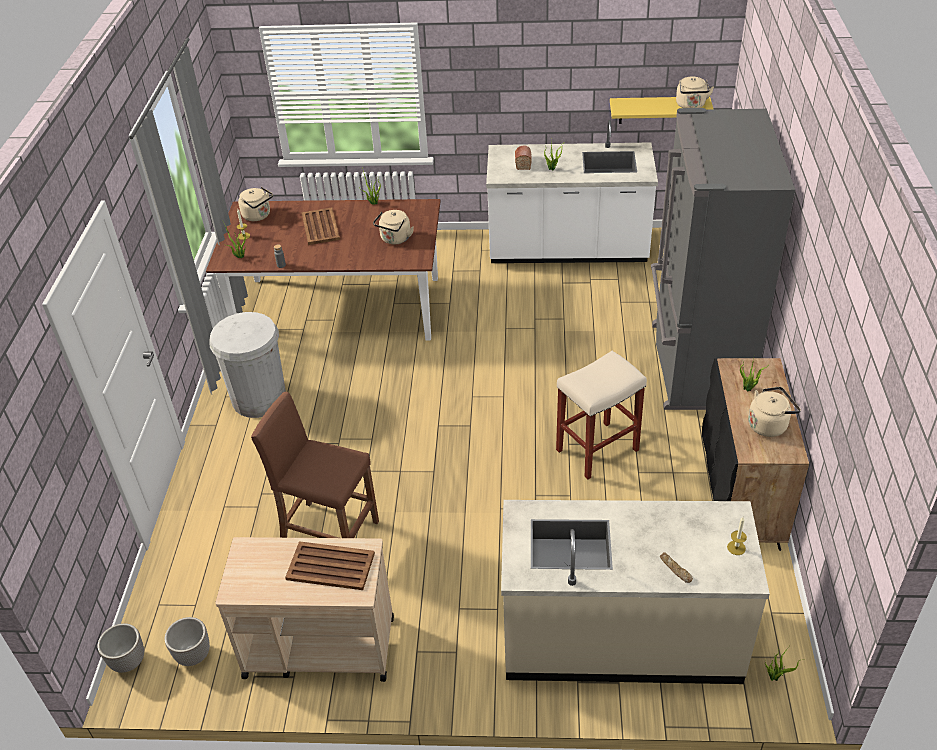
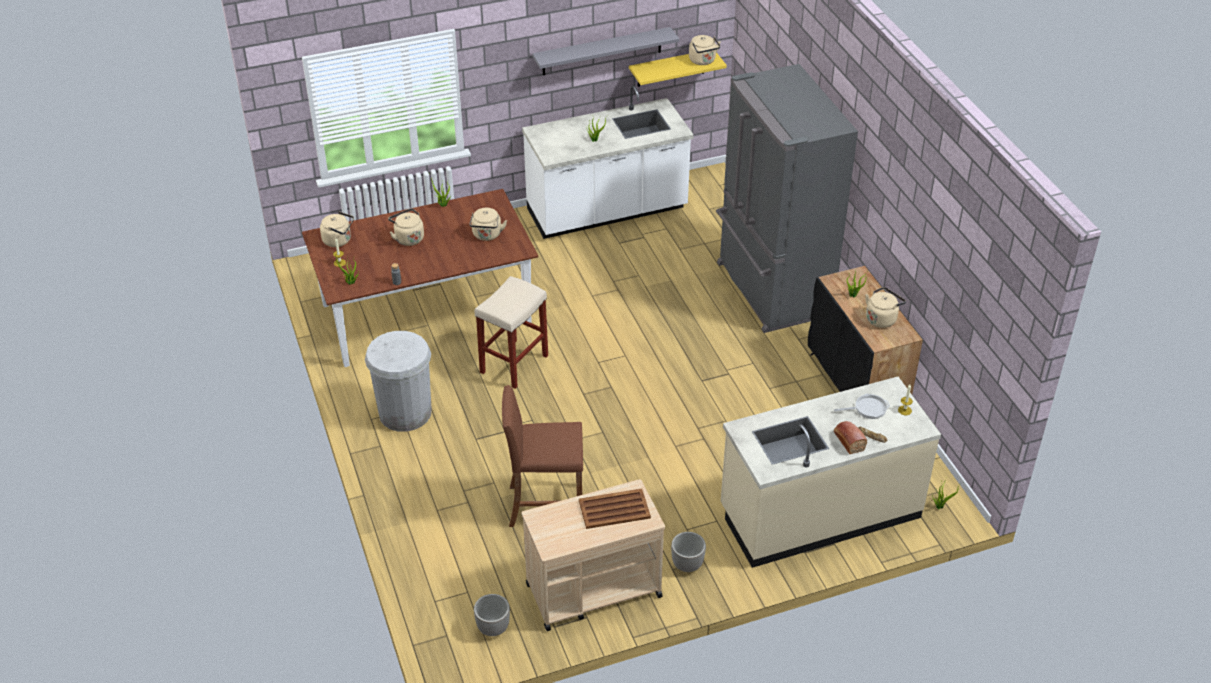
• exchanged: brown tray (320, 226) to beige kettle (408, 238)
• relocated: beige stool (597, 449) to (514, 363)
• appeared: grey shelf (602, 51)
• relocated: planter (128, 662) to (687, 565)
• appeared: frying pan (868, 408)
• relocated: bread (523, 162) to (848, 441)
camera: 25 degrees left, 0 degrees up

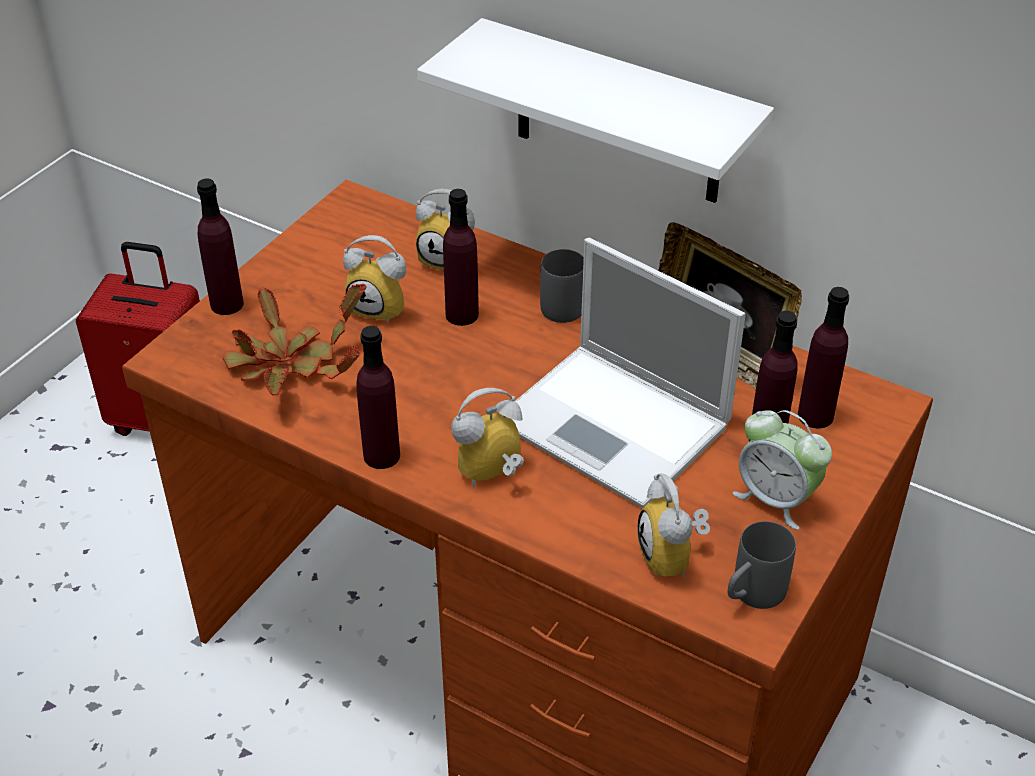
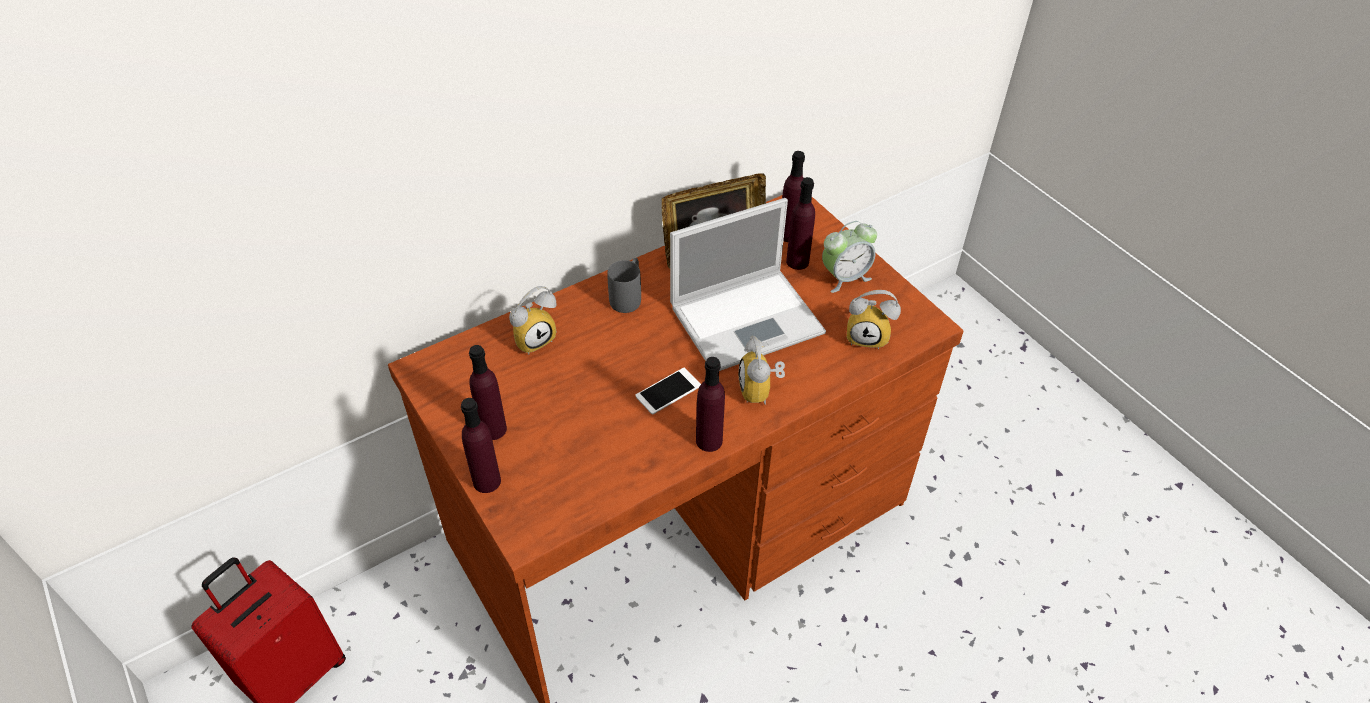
• relocated: purple bottle (462, 314) to (493, 429)
• appeared: phone (668, 391)
• missing: potted plant (289, 365)
• missing: alarm clock (382, 307)
• missing: white shelf (618, 114)
• missing: grey mug (751, 595)
camera: 65 degrees left, 5 degrees up

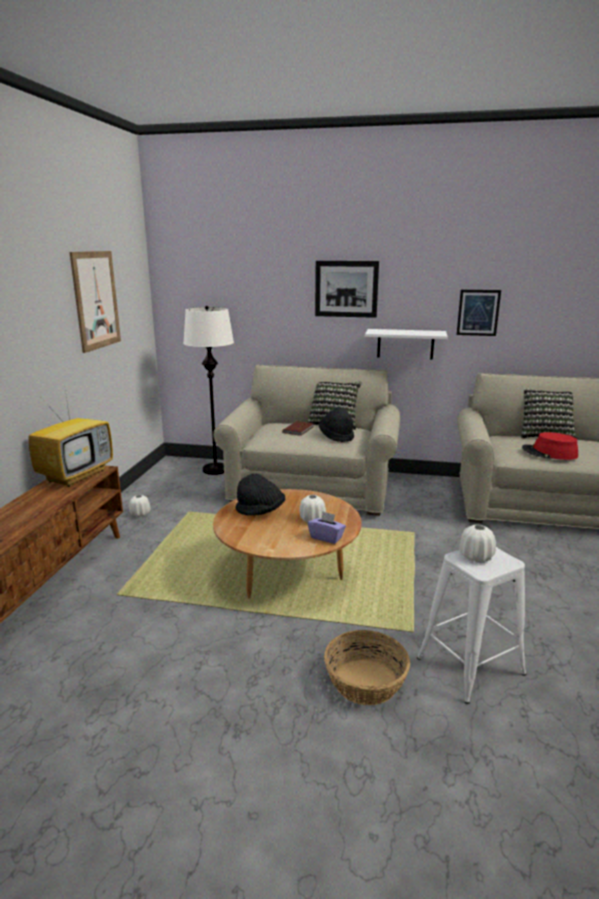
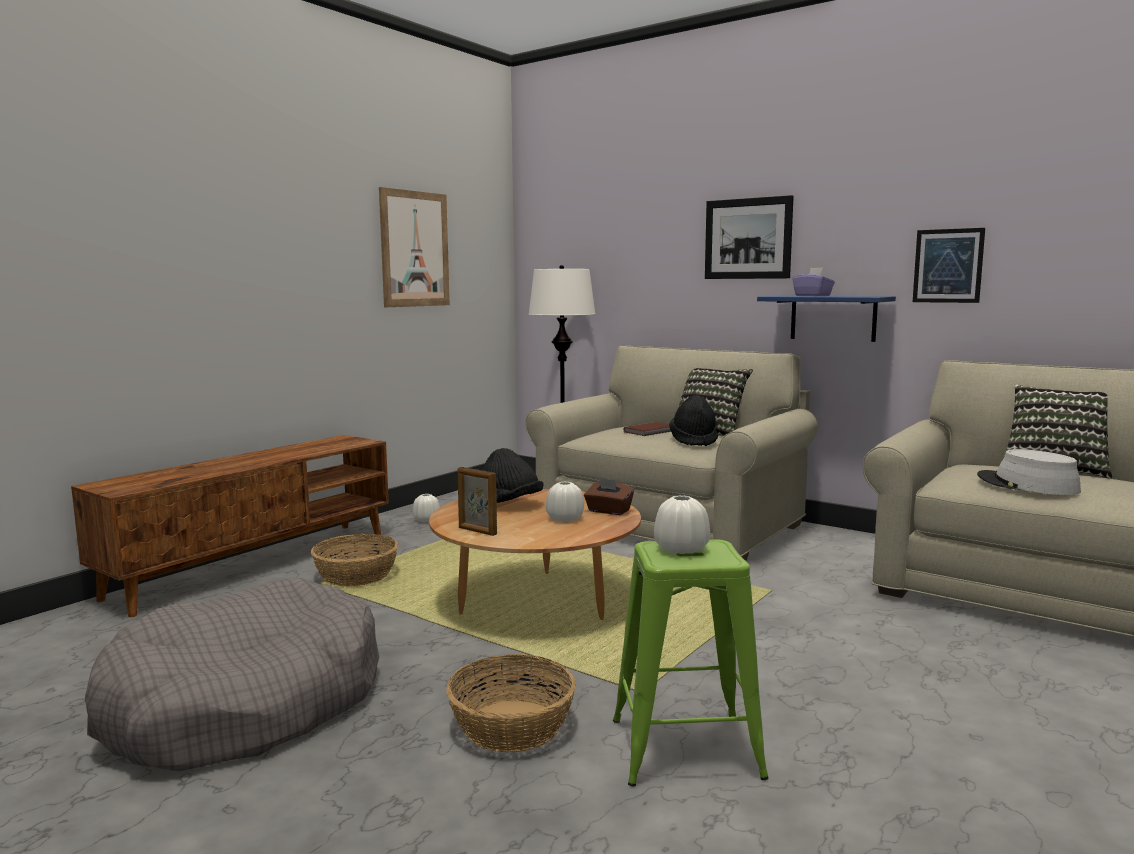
• appeared: grey dog bed (244, 704)
• appeared: basket (356, 575)
• appeared: picture frame (477, 531)
• appeared: brown tissue box (608, 511)
• colour: white stool (469, 666) to green stool (684, 748)
• colour: white shelf (405, 344) to blue shelf (833, 318)
• relocated: purple tissue box (326, 537) to (813, 296)
• colour: red hat (549, 453) to grey hat (1027, 485)
• missing: television (77, 475)
camera: 25 degrees right, 10 degrees down

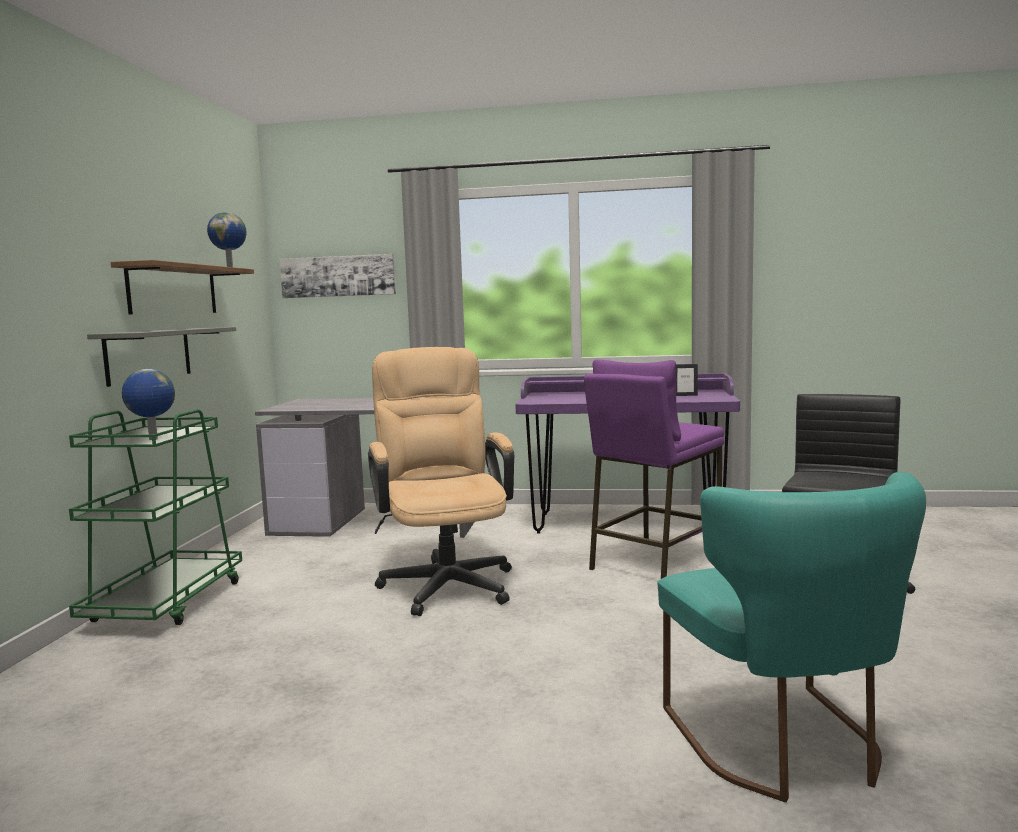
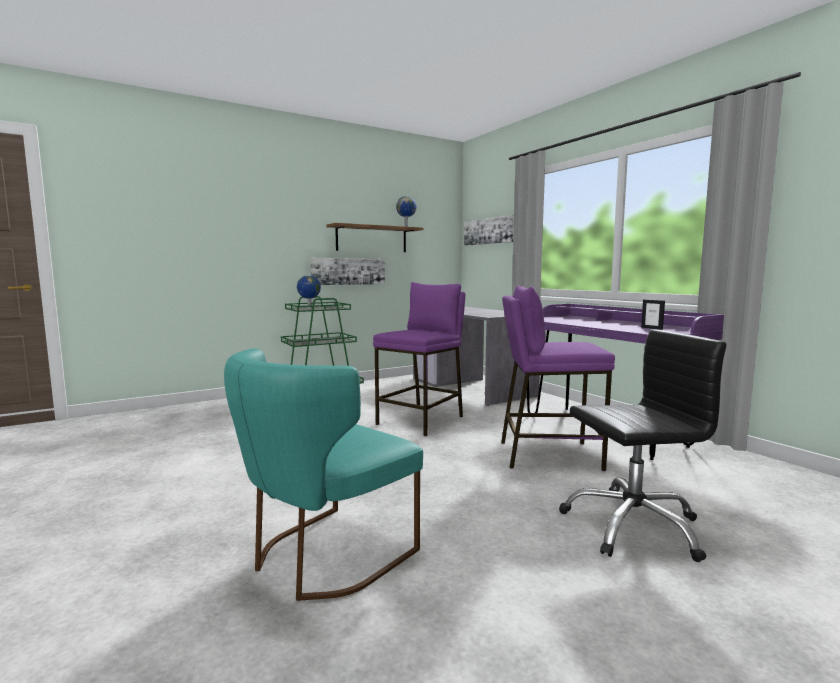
• exchanged: grey shelf (149, 355) to picture (348, 271)
• exchanged: beige office chair (446, 581) to purple stool (421, 420)
camera: 50 degrees right, 0 degrees up

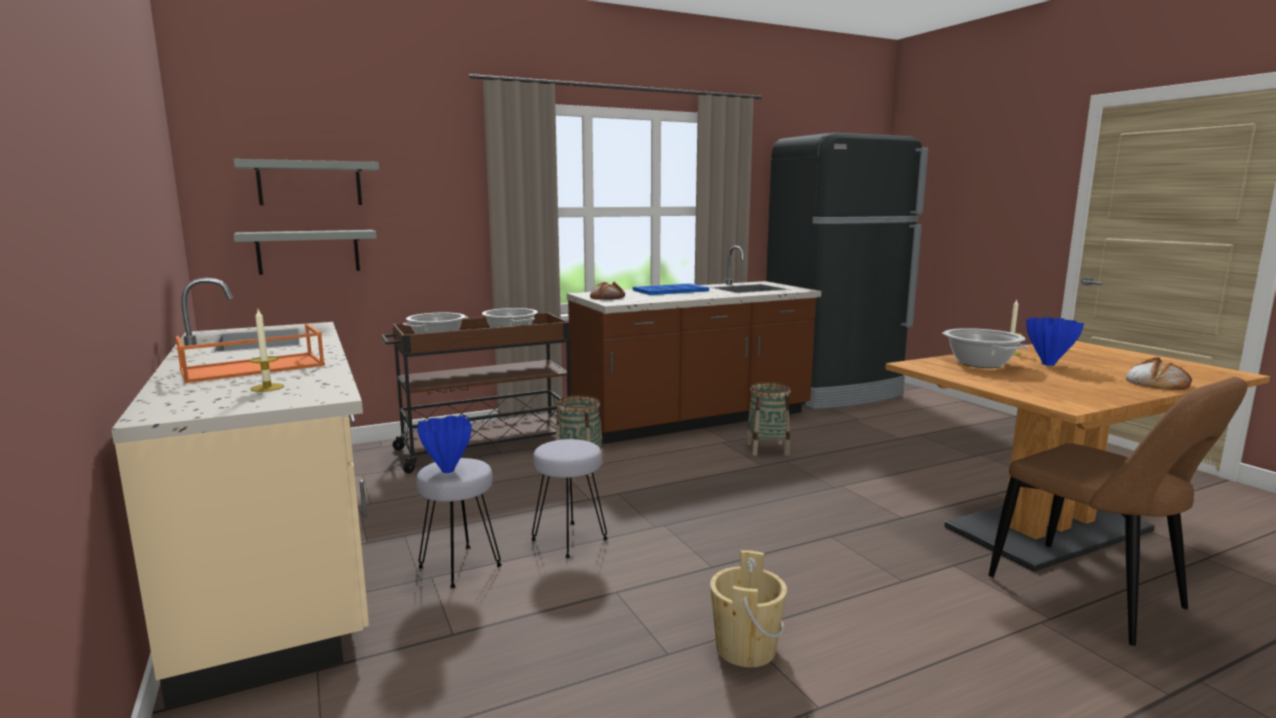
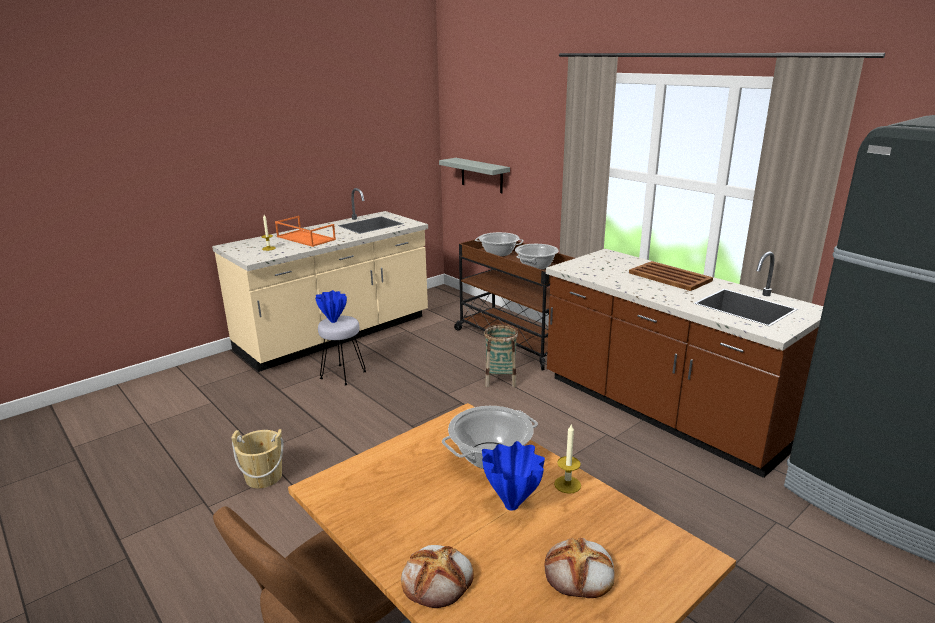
• relocated: bread (607, 297) to (580, 573)
• colour: blue tray (671, 290) to brown tray (670, 277)
• missing: grey shelf (310, 183)
• missing: grey stool (569, 539)
• missing: basket (767, 449)
camera: 75 degrees right, 10 degrees up

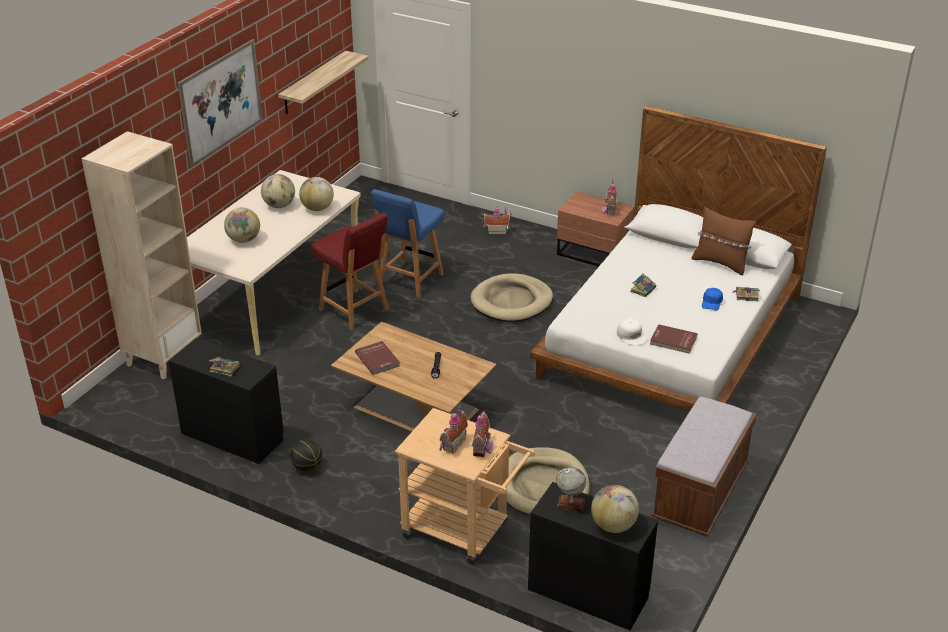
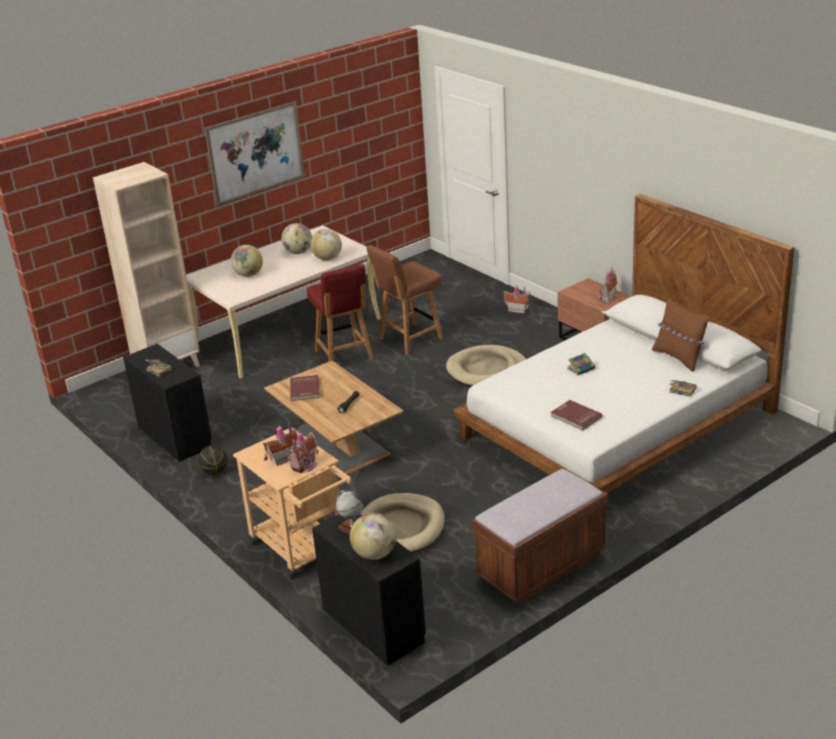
• colour: blue chair (409, 280) to brown chair (409, 339)
• missing: shelf (313, 83)
• missing: white cap (632, 335)
• missing: blue cap (712, 302)
camera: 25 degrees right, 5 degrees down

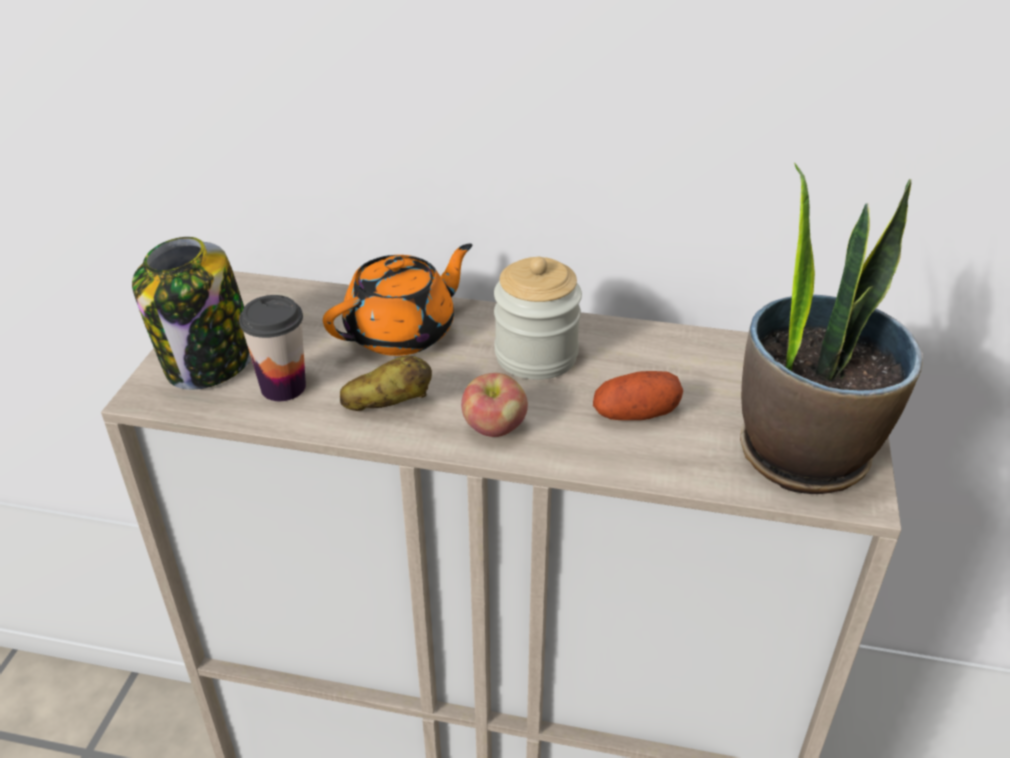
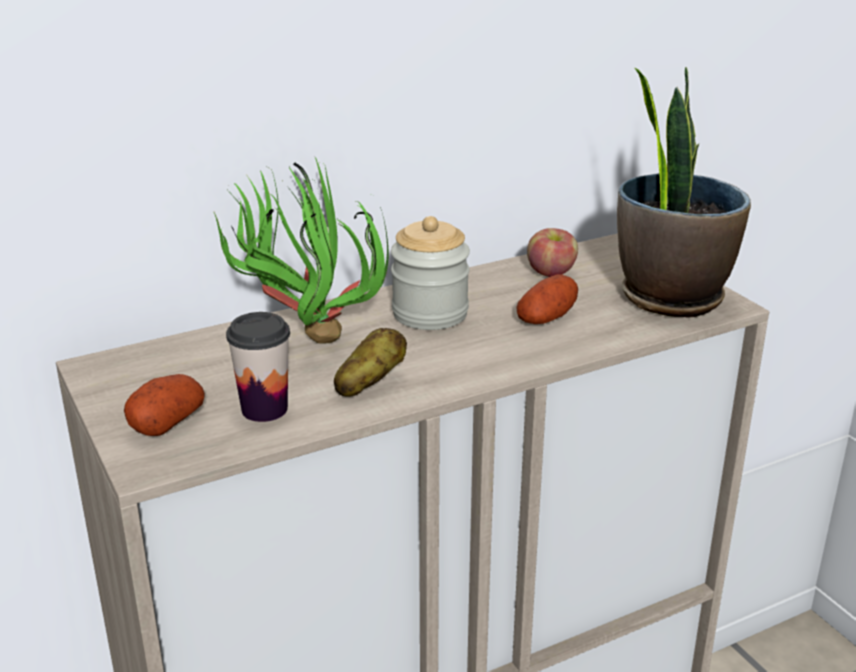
• exchanged: jar (208, 363) to potato (167, 422)
• exchanged: orange teapot (403, 332) to potted plant (305, 338)
• relocated: apple (494, 428) to (551, 273)
camera: 40 degrees left, 10 degrees down

